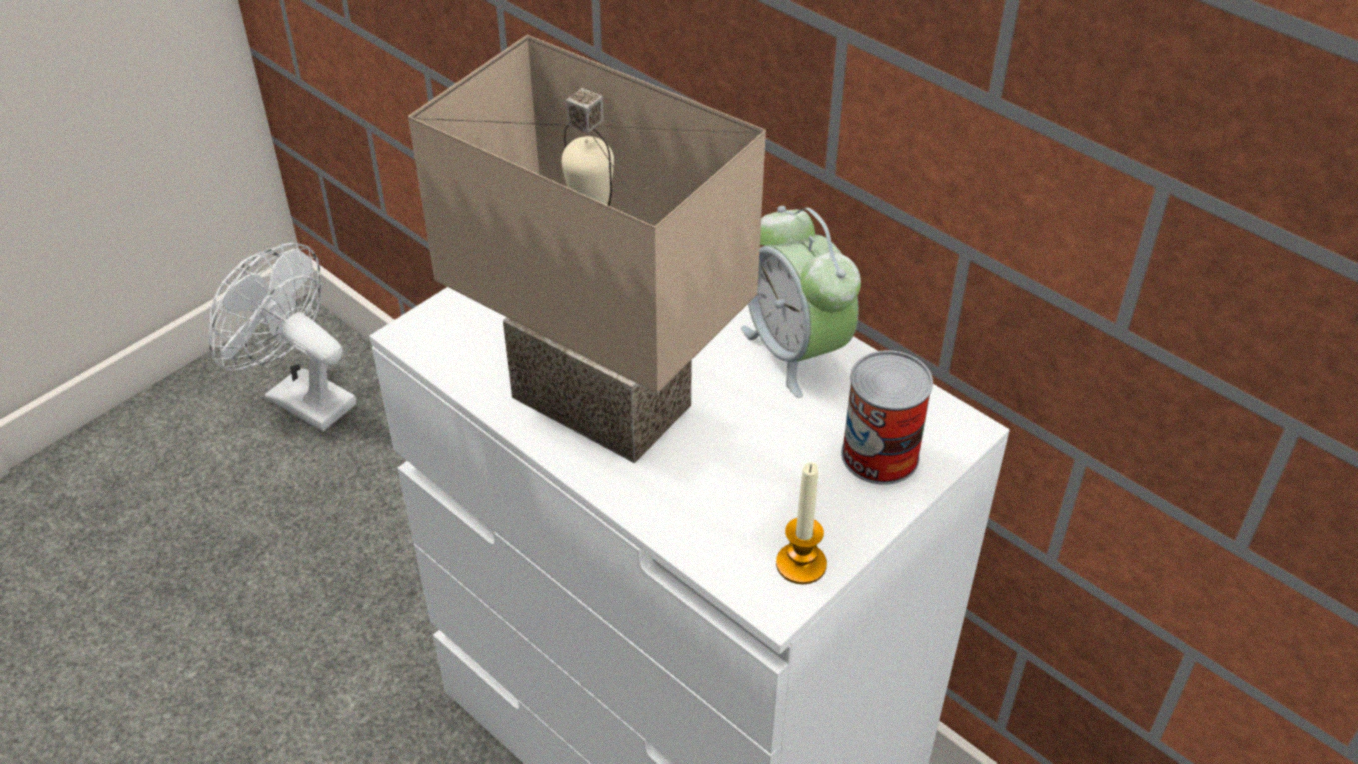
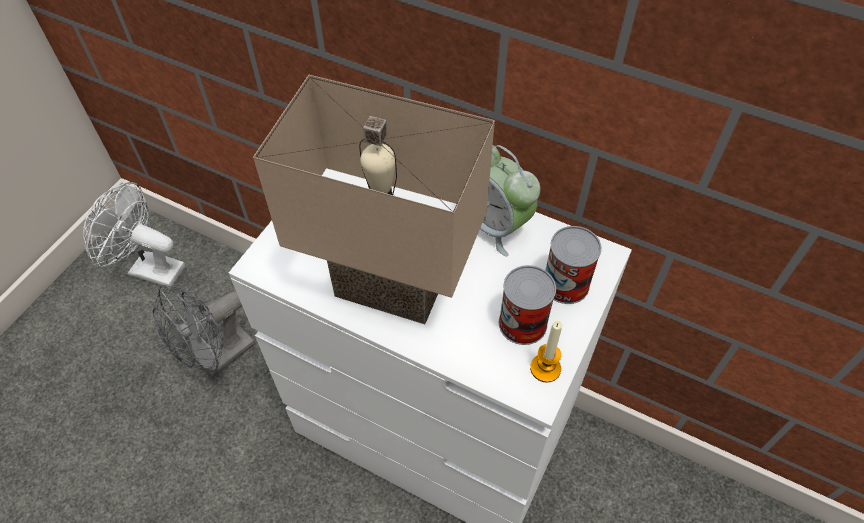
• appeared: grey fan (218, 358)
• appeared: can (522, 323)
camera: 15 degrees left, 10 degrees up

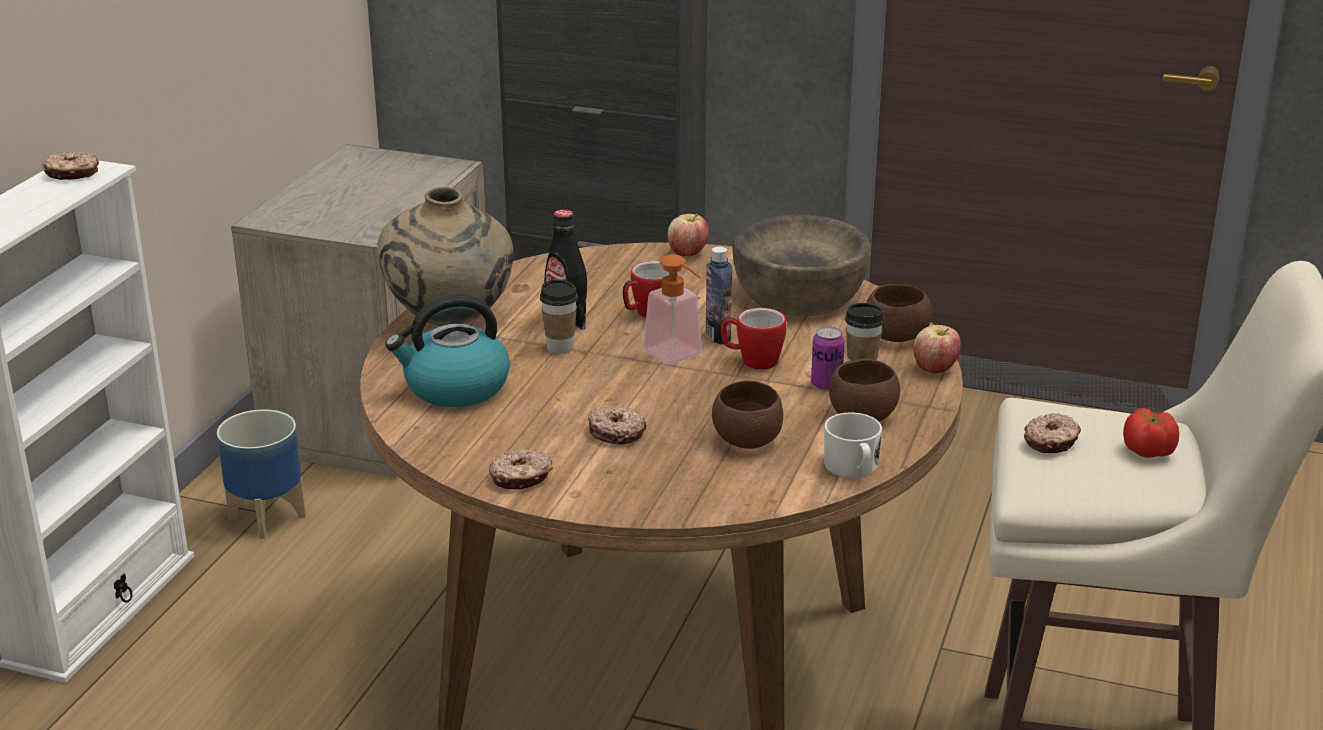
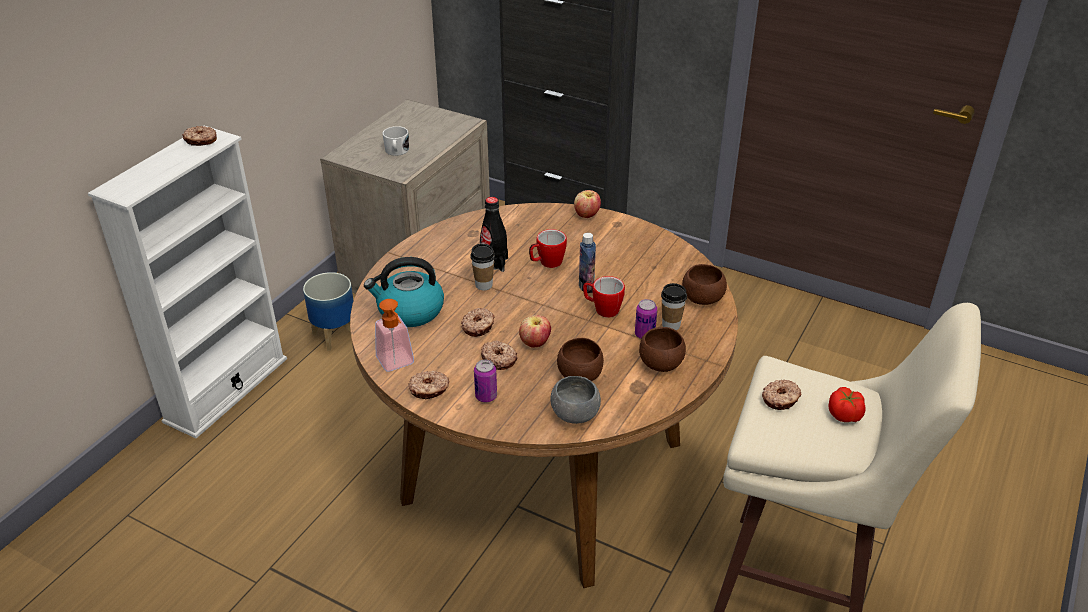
• relocated: soap dispenser (678, 357) to (397, 364)
• relocated: white mug (853, 468) to (396, 151)
• appeared: donut (478, 327)
• appeared: can (486, 396)
• relocated: apple (935, 369) to (535, 343)
• appeared: grey bowl (575, 415)
• missing: beige vase (451, 323)
• missing: brown bowl (799, 295)
camera: 10 degrees right, 10 degrees up

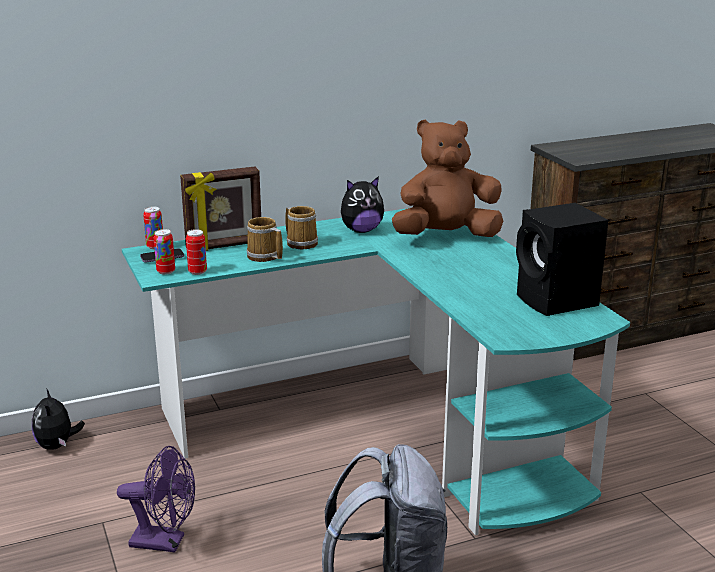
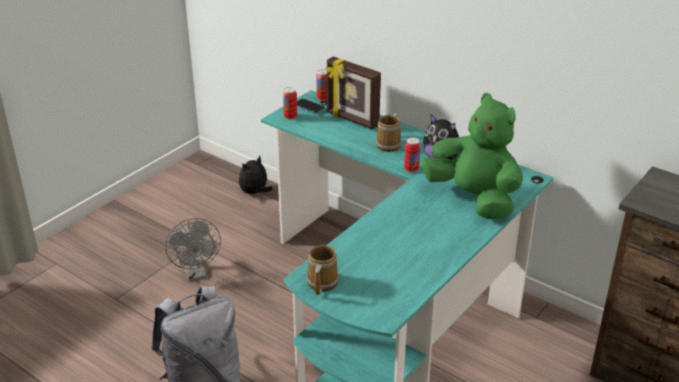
• colour: purple fan (165, 542) to grey fan (196, 274)
• relocated: mug (264, 257) to (321, 283)
• relocated: can (197, 272) to (411, 169)
• colour: brown plush toy (446, 236) to green plush toy (473, 198)
• missing: black speaker (557, 302)
camera: 60 degrees right, 10 degrees up

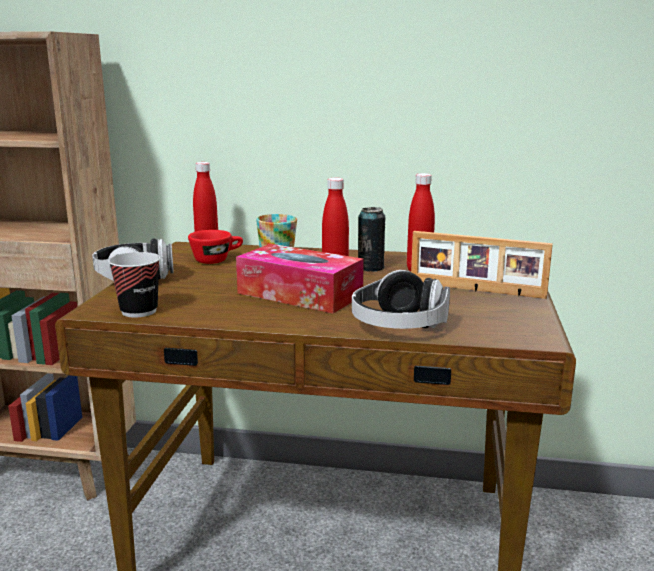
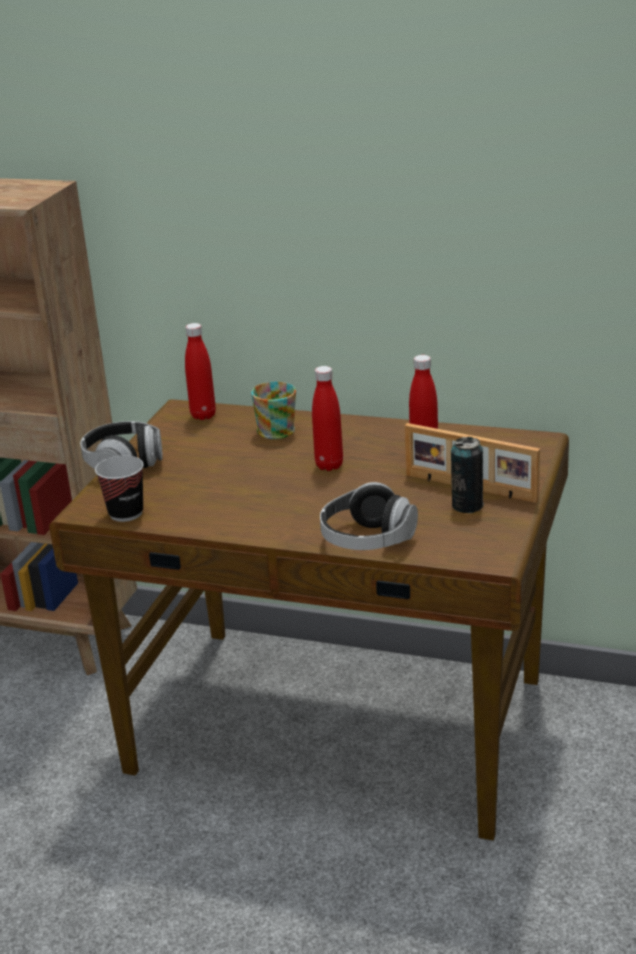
• relocated: can (370, 268) to (467, 505)
• missing: red cup (217, 260)
• missing: tissue box (299, 294)
camera: 10 degrees right, 10 degrees up

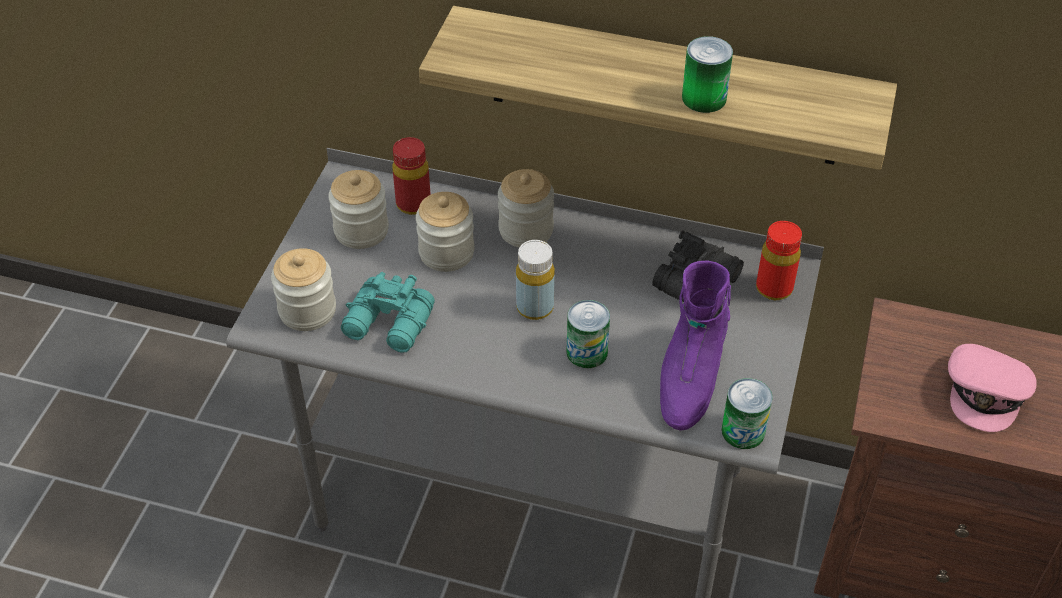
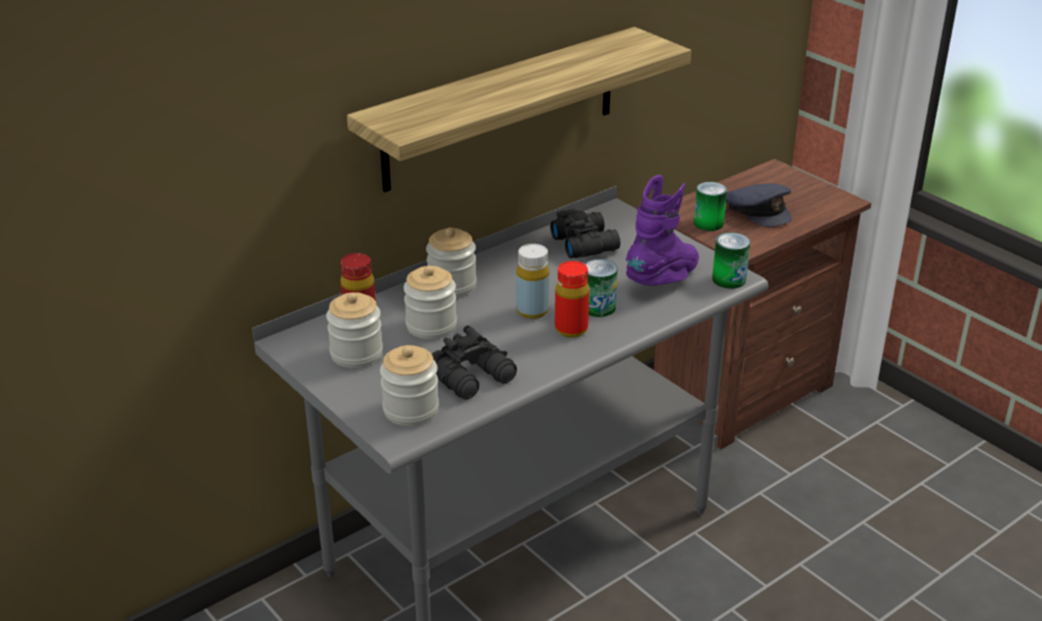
• colour: turquoise binoculars (389, 325) to black binoculars (474, 377)
• relocated: red bottle (774, 288) to (571, 329)
• spun: purple boot (689, 378) = (664, 280) 105 degrees counterclockwise
• relocated: can (704, 98) to (708, 223)
• colour: pink cap (986, 392) to grey cap (758, 211)
camera: 55 degrees left, 15 degrees down

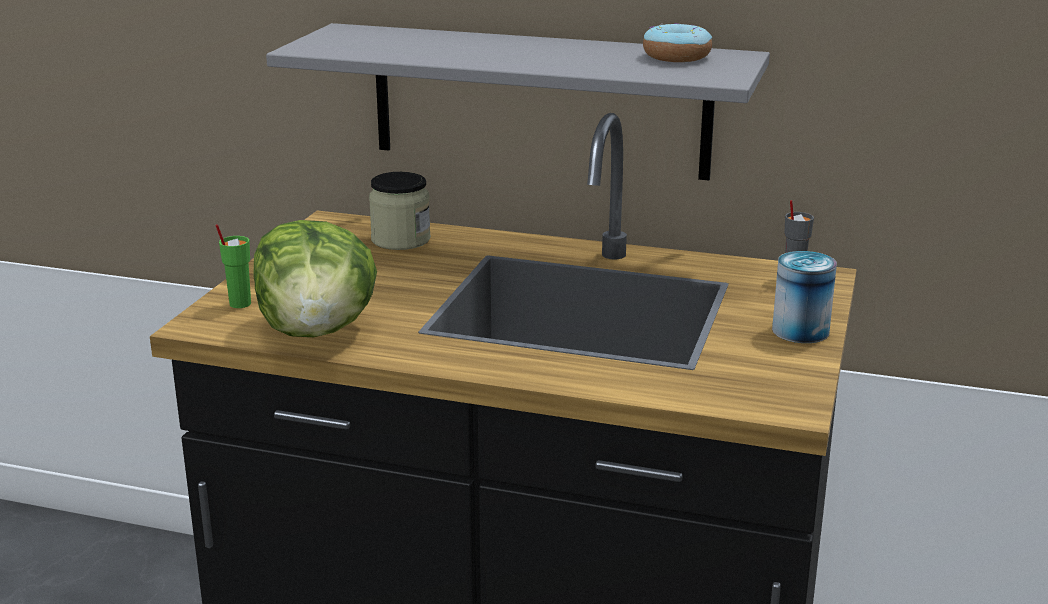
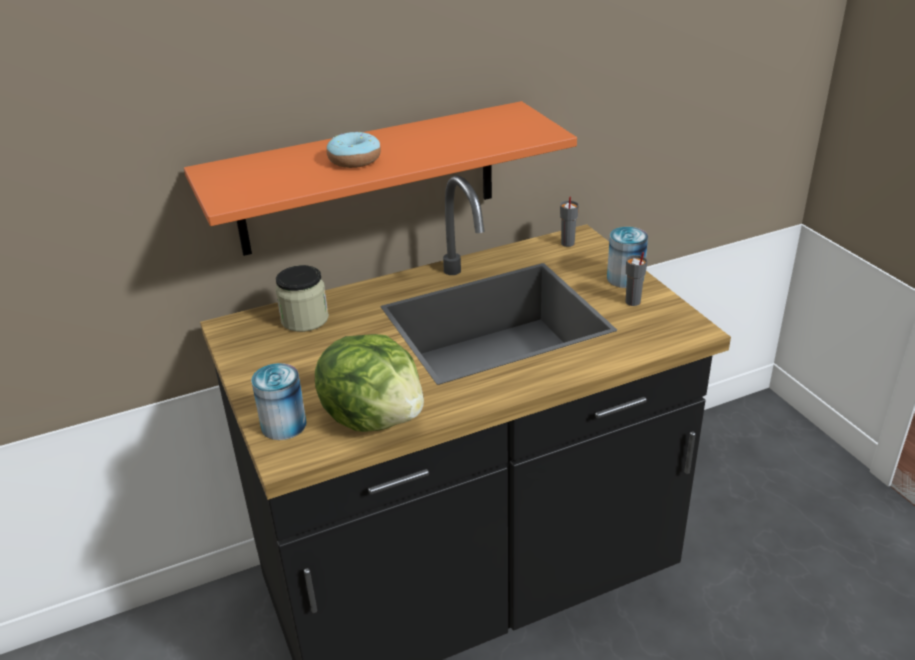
• colour: grey shelf (539, 101) to orange shelf (368, 179)
• exchanged: green cup (239, 304) to can (283, 425)
• relocated: donut (676, 56) to (354, 160)
• appeared: grey cup (632, 302)
camera: 40 degrees left, 10 degrees up

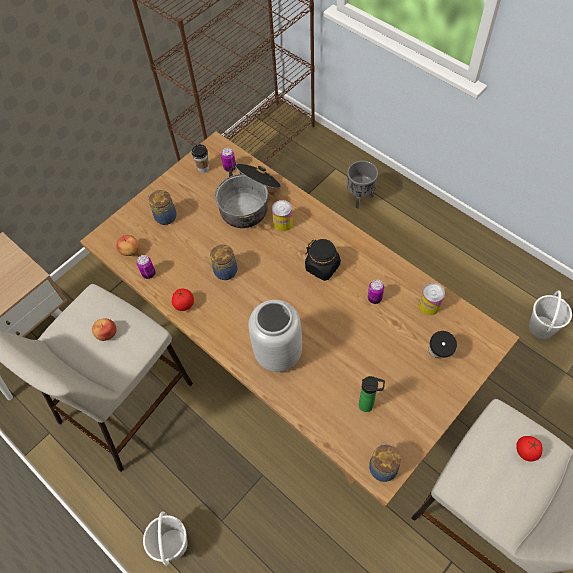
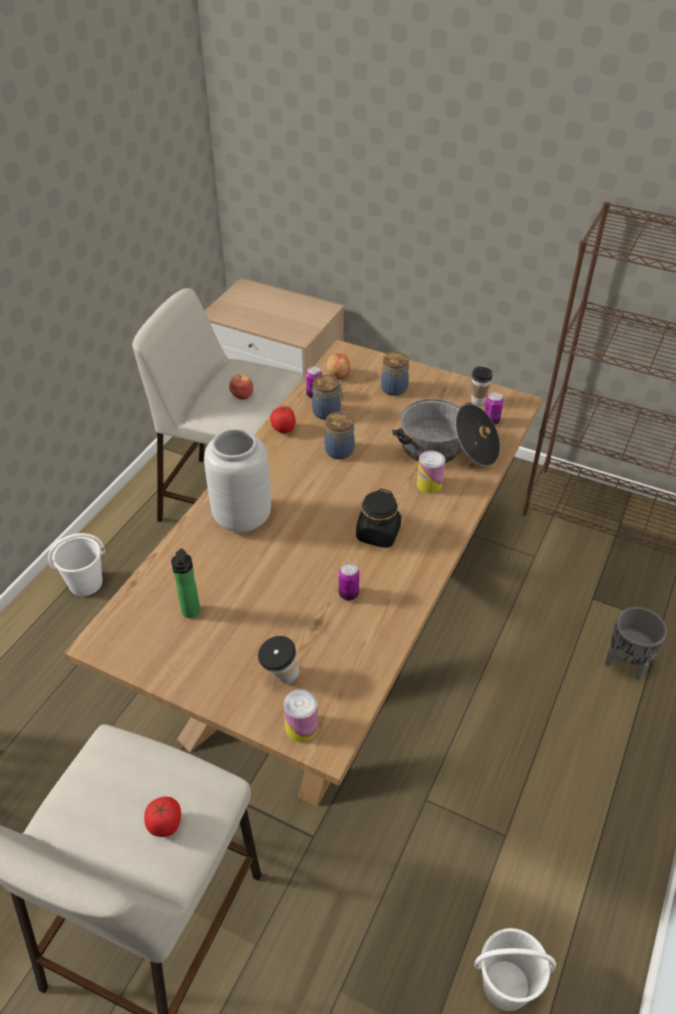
• relocated: can (429, 305) to (301, 727)
• relocated: jar (383, 466) to (327, 412)
camera: 70 degrees right, 15 degrees down

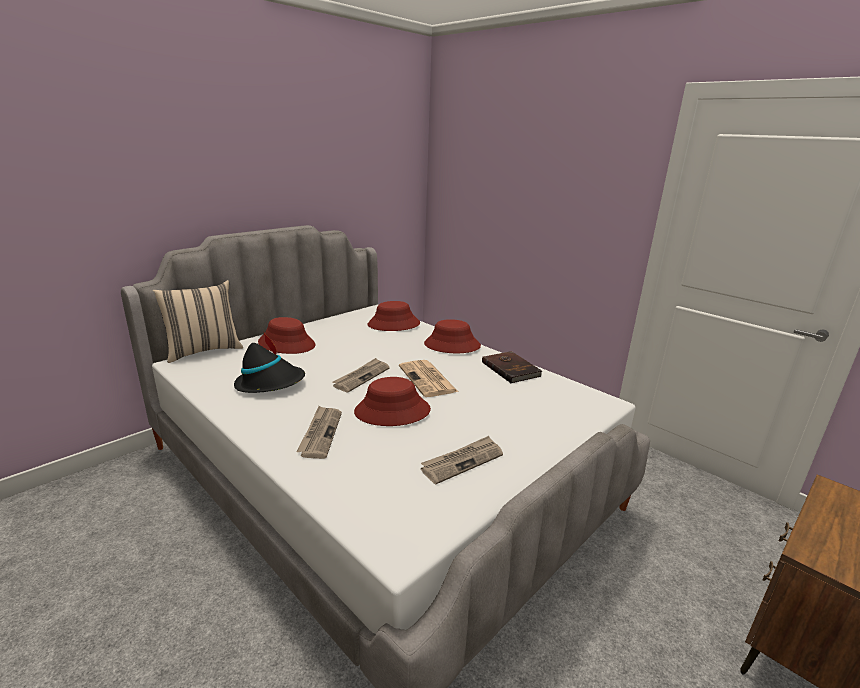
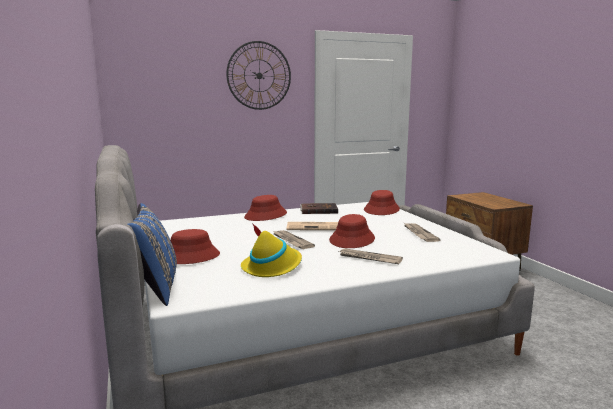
• colour: beige pillow (203, 350) to blue pillow (154, 289)
• appeared: wall clock (259, 75)
• colour: black hat (270, 383) to yellow hat (272, 267)
• relocated: red hat (393, 324) to (381, 210)
camera: 65 degrees left, 10 degrees down

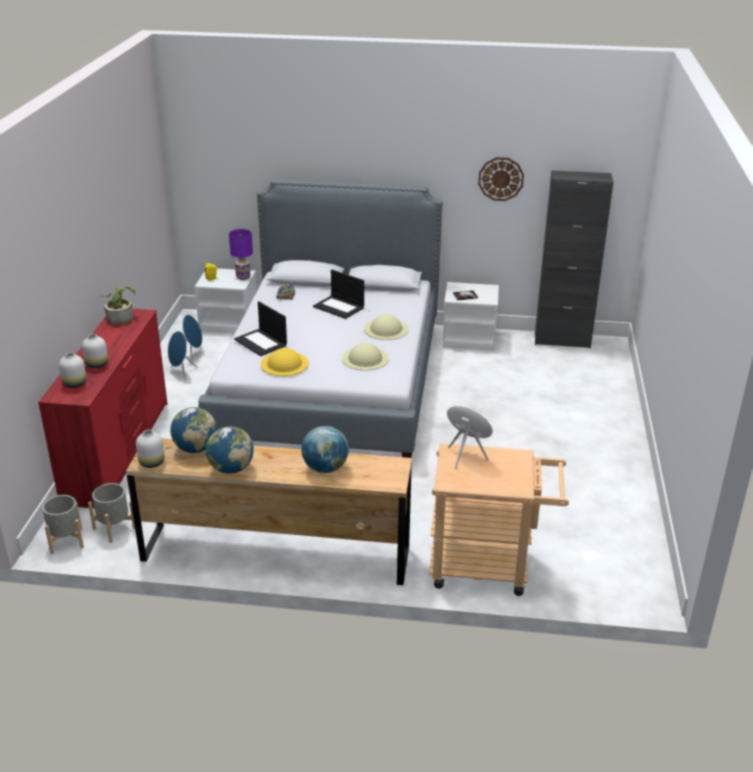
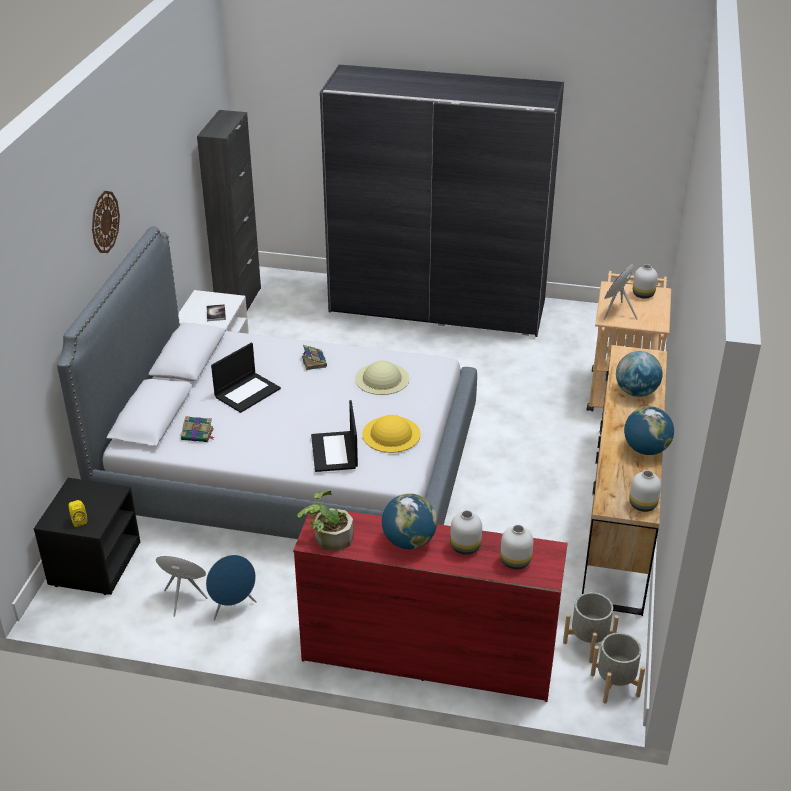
• colour: white nightstand (230, 323) to black nightstand (94, 563)
• relocated: wall clock (501, 179) to (104, 222)
• exchanged: beige hat (386, 329) to book (314, 361)
• spun: laptop (261, 342) = (335, 452) 120 degrees clockwise
• appeared: grey wardrobe (438, 306)
• relocated: globe (195, 448) to (409, 541)
• appeared: white vase (643, 294)
• missing: purple table lamp (243, 277)
camera: 85 degrees left, 5 degrees up

